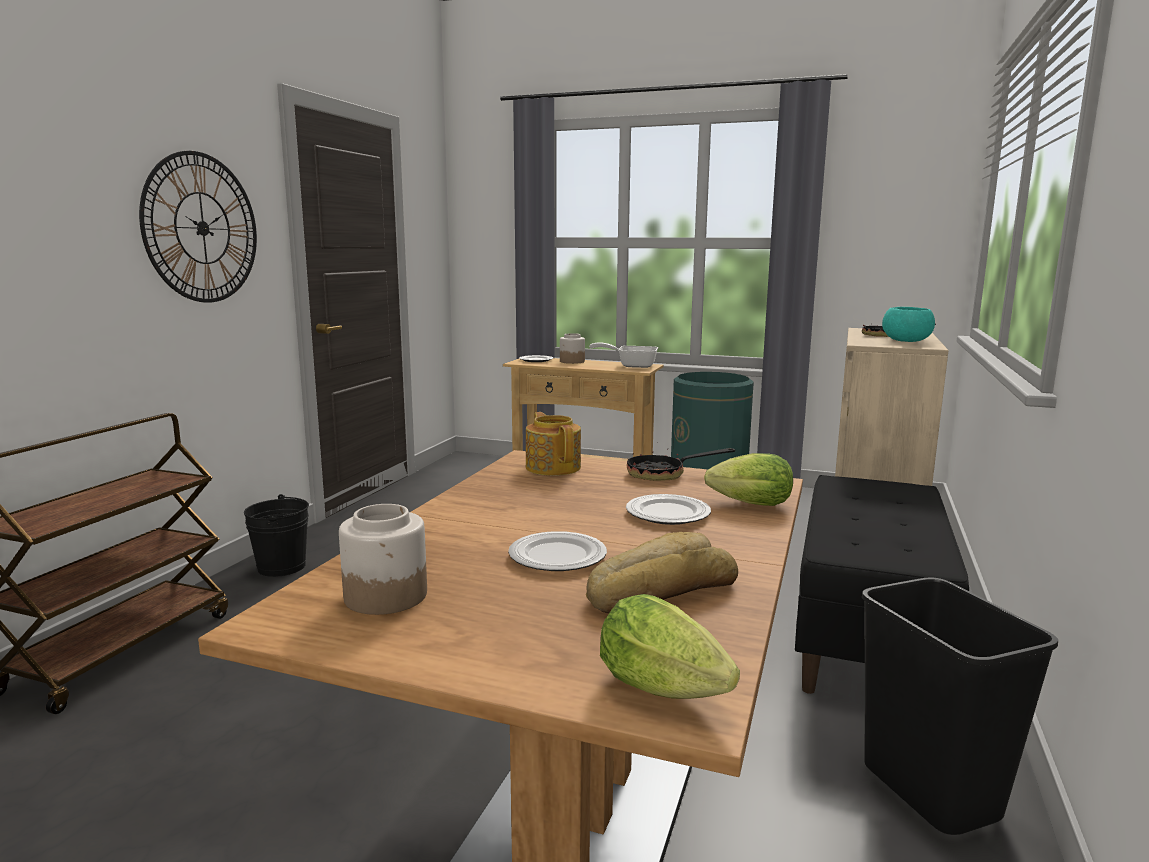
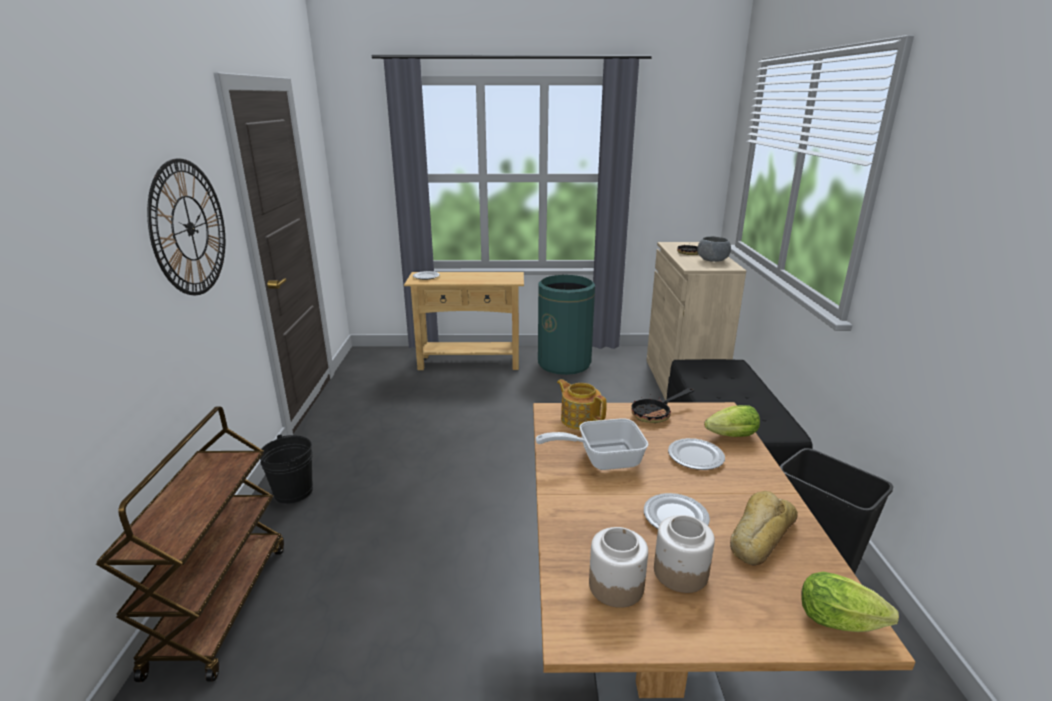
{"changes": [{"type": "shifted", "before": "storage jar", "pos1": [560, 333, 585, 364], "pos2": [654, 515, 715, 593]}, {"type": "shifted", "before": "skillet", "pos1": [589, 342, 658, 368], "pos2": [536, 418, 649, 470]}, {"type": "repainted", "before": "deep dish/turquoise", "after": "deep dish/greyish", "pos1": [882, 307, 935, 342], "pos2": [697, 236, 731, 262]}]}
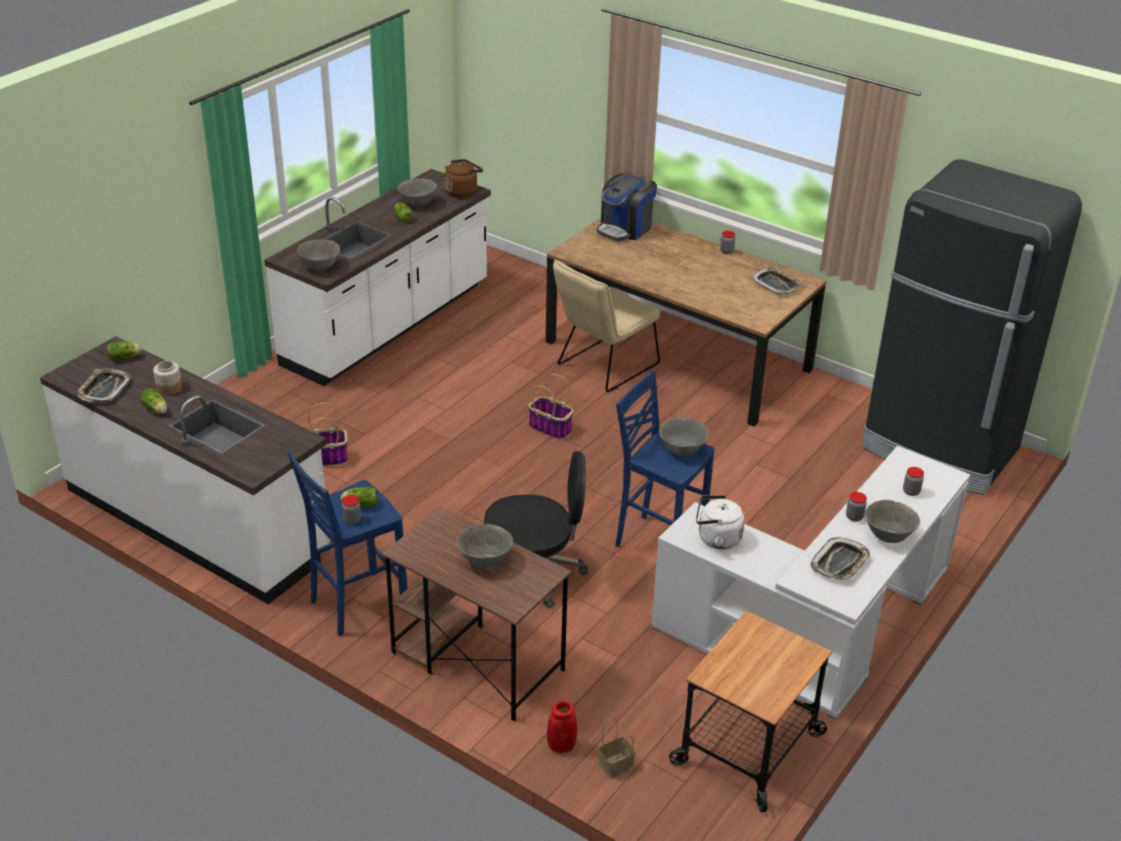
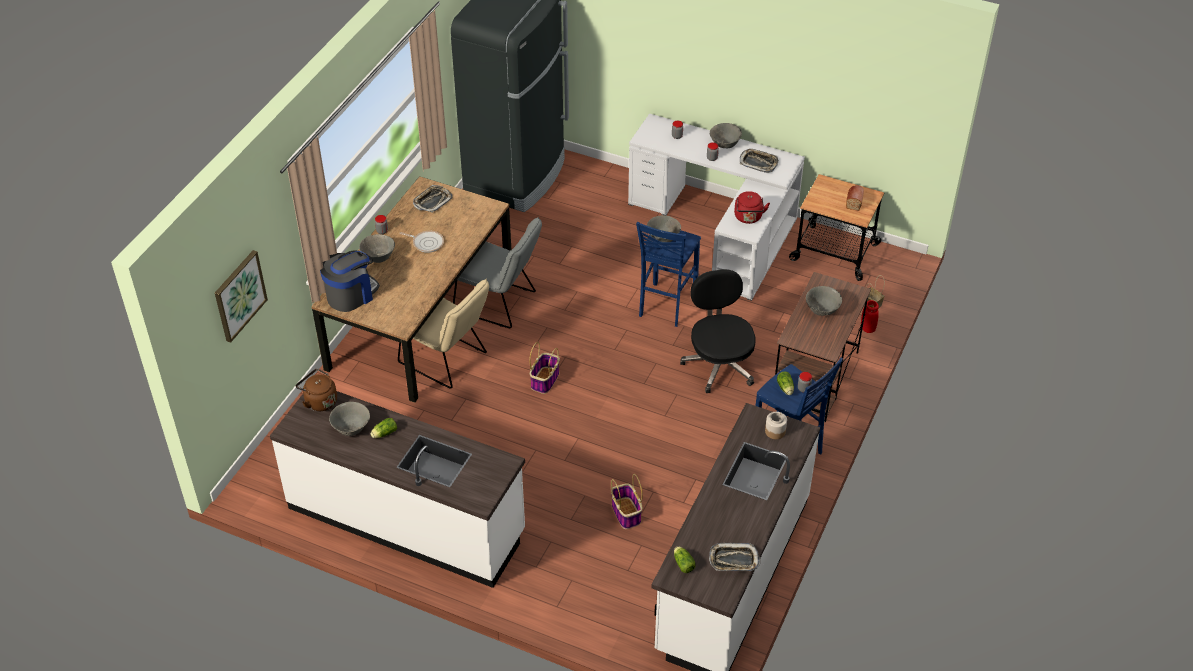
{"changes": [{"type": "gone", "before": "lettuce head", "pos1": [141, 389, 167, 414]}, {"type": "new", "after": "wall picture", "pos2": [215, 250, 268, 343]}, {"type": "new", "after": "skillet", "pos2": [399, 231, 444, 253]}, {"type": "new", "after": "upright chair/greyish", "pos2": [453, 217, 542, 328]}, {"type": "new", "after": "baked bread", "pos2": [846, 185, 864, 211]}, {"type": "shifted", "before": "storage jar", "pos1": [153, 361, 182, 395], "pos2": [765, 412, 787, 439]}, {"type": "shifted", "before": "deep dish/greyish", "pos1": [297, 239, 340, 271], "pos2": [359, 234, 395, 263]}, {"type": "repainted", "before": "tea kettle/white", "after": "tea kettle/reddish", "pos1": [696, 495, 745, 549], "pos2": [734, 191, 770, 224]}, {"type": "rotated", "before": "coffee machine", "pos1": [596, 173, 657, 241], "pos2": [320, 251, 380, 312], "turn": -75}]}
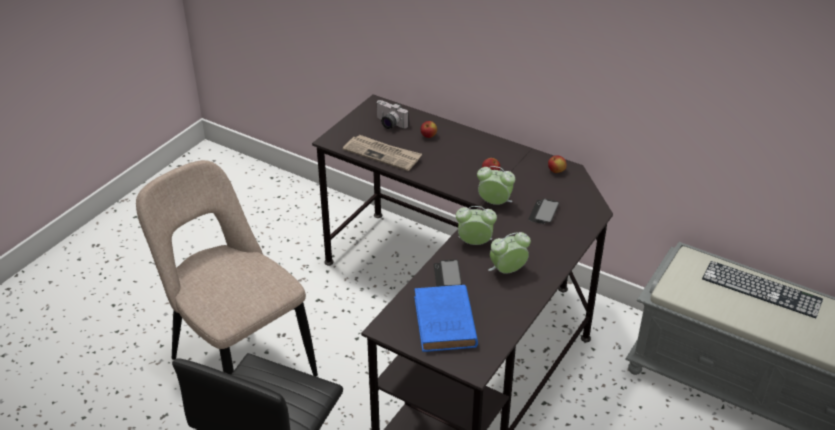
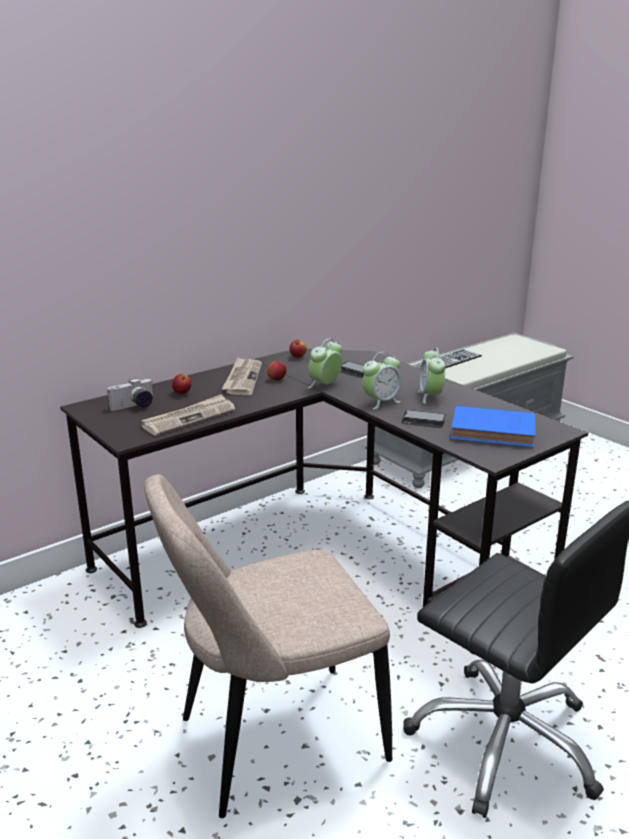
{"changes": [{"type": "new", "after": "daily paper", "pos2": [222, 357, 262, 395]}, {"type": "rotated", "before": "table clock", "pos1": [456, 206, 497, 245], "pos2": [363, 352, 401, 409], "turn": -150}]}
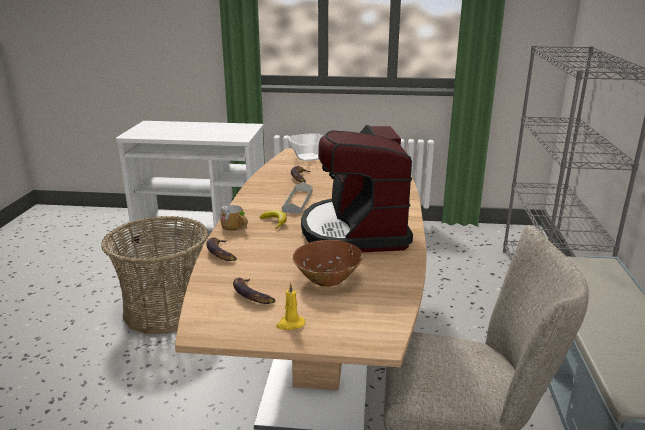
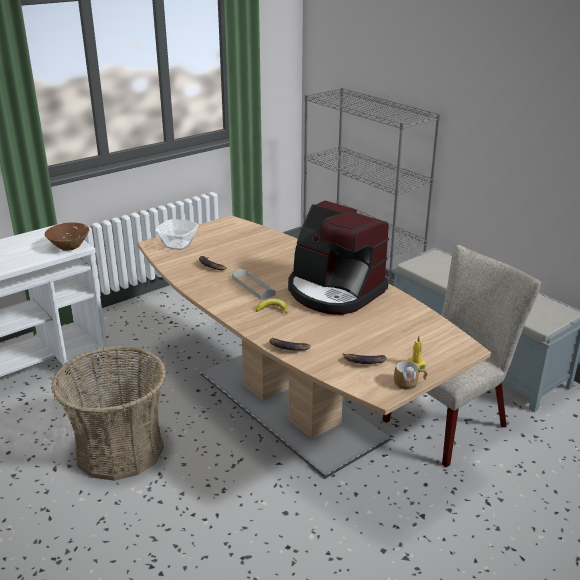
{"changes": [{"type": "shifted", "before": "tea mug", "pos1": [219, 205, 248, 231], "pos2": [394, 361, 428, 390]}, {"type": "shifted", "before": "deep dish/brown-coloured", "pos1": [293, 240, 363, 287], "pos2": [45, 222, 90, 251]}]}
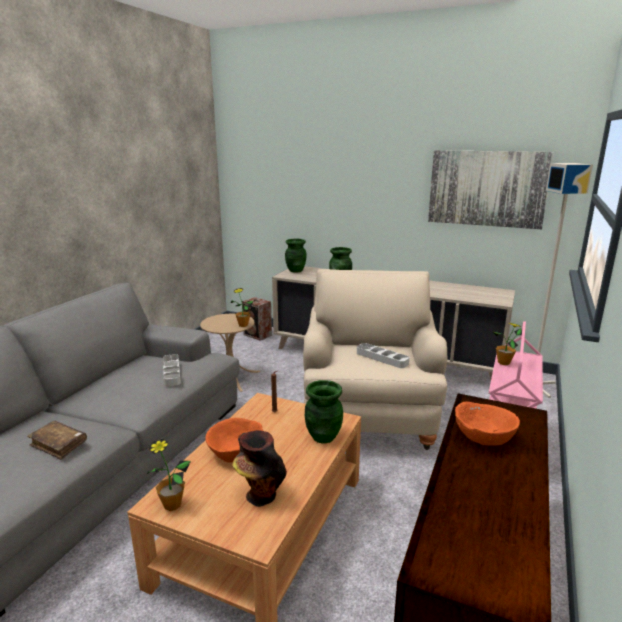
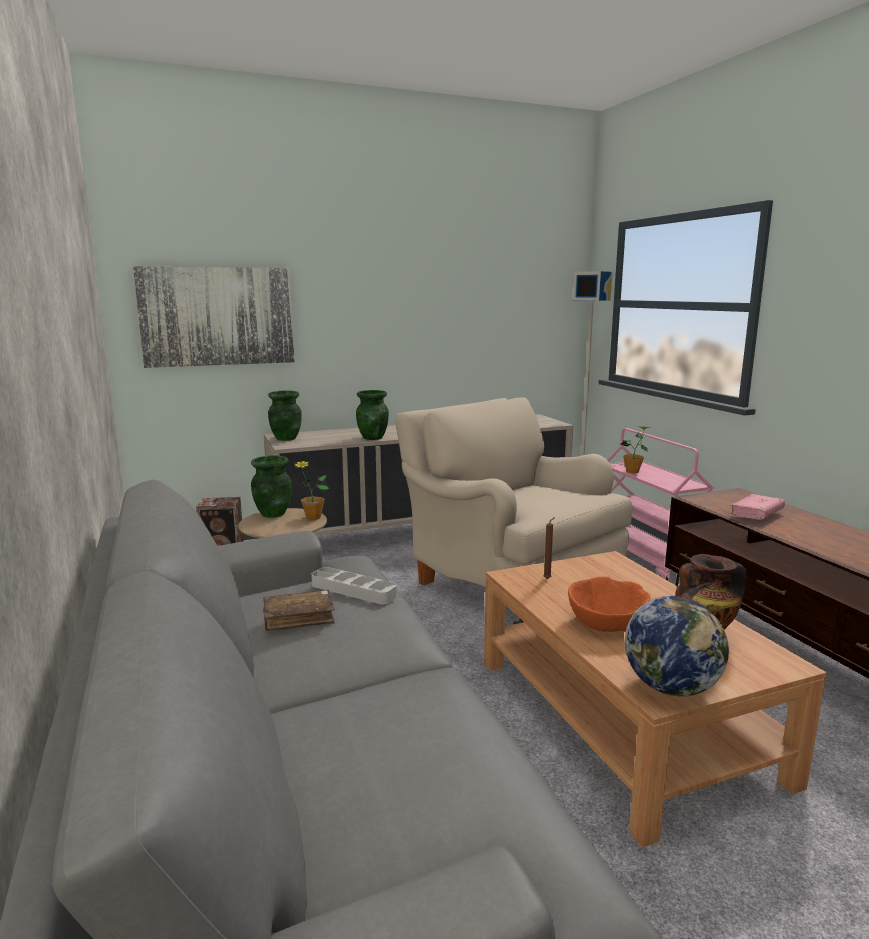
{"changes": [{"type": "gone", "before": "tray/greyish", "pos1": [357, 343, 409, 368]}, {"type": "shifted", "before": "bound book/brown-coloured", "pos1": [27, 421, 87, 460], "pos2": [263, 590, 335, 632]}, {"type": "shifted", "before": "vase/green", "pos1": [305, 380, 343, 443], "pos2": [251, 456, 292, 518]}, {"type": "shifted", "before": "wall picture", "pos1": [428, 150, 554, 229], "pos2": [133, 266, 295, 368]}, {"type": "swapped", "before": "houseplant", "after": "desk globe", "pos1": [147, 439, 191, 511], "pos2": [625, 596, 729, 697]}, {"type": "swapped", "before": "deep dish/orange", "after": "bound book/pinkish", "pos1": [455, 402, 520, 446], "pos2": [730, 494, 785, 520]}]}
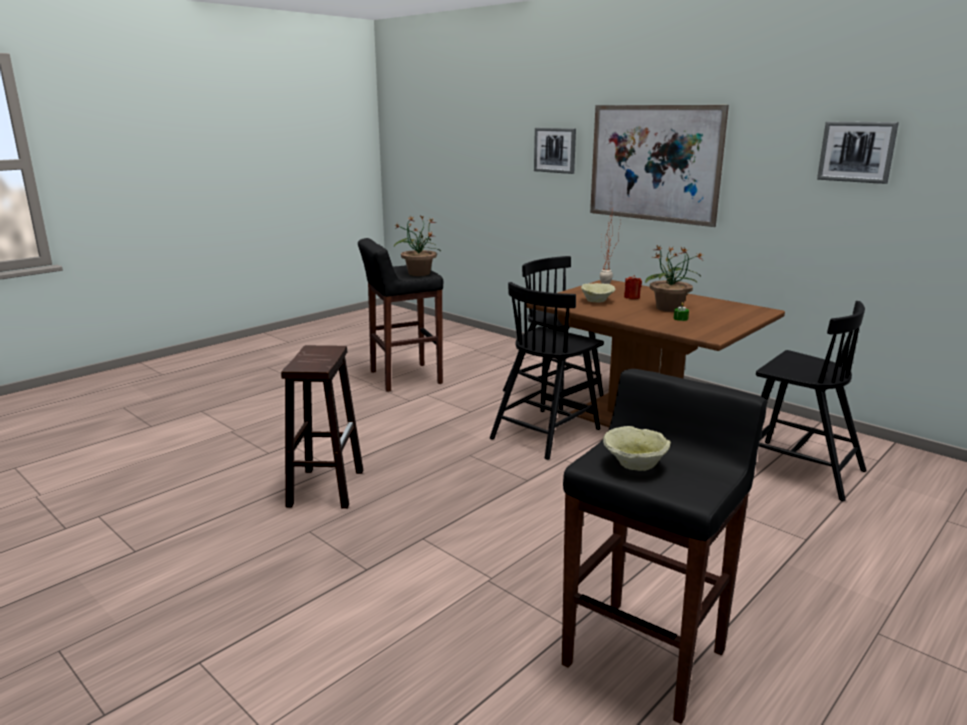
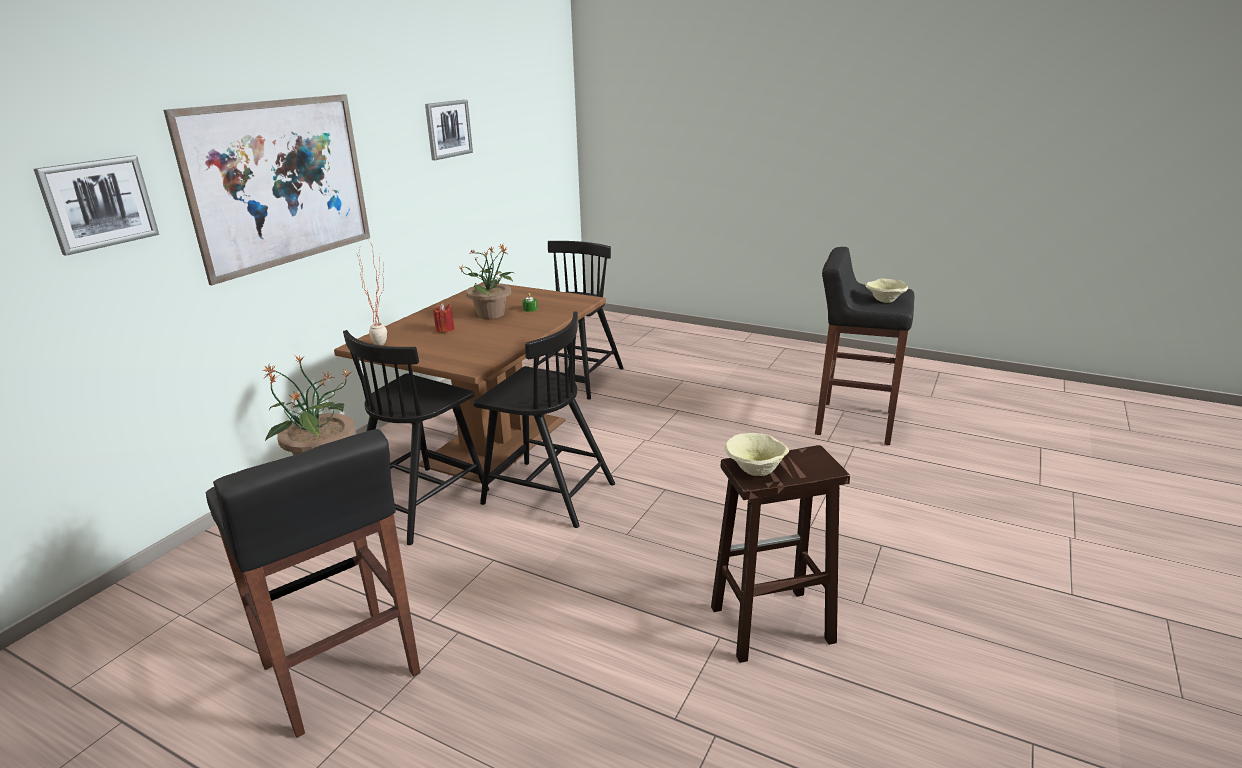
{"changes": [{"type": "shifted", "before": "deep dish/sand-coloured", "pos1": [581, 283, 616, 303], "pos2": [724, 433, 789, 476]}]}
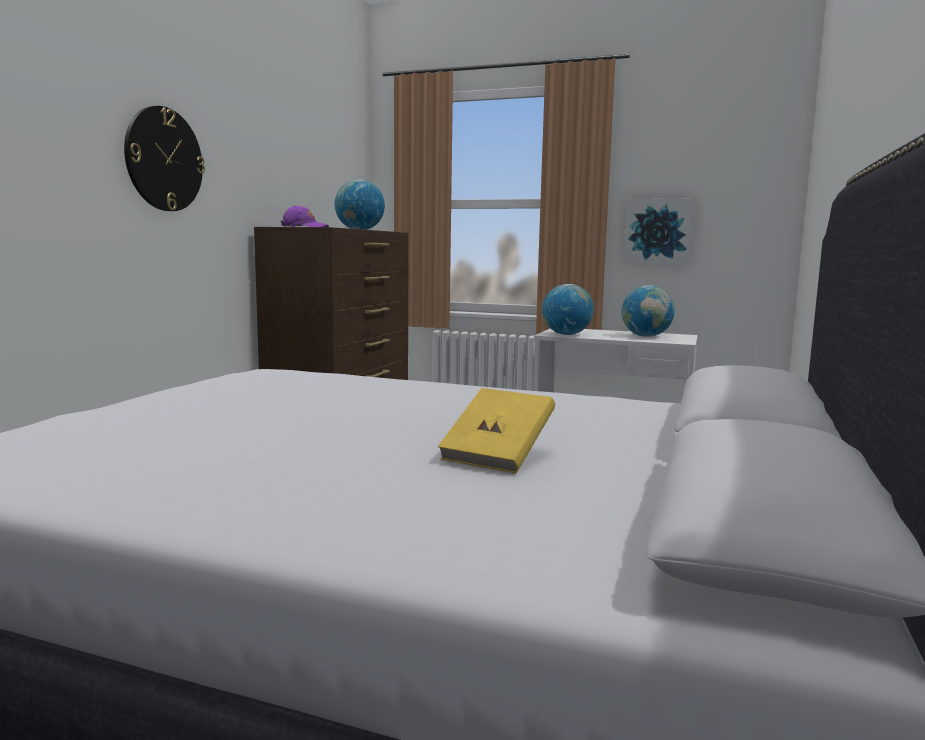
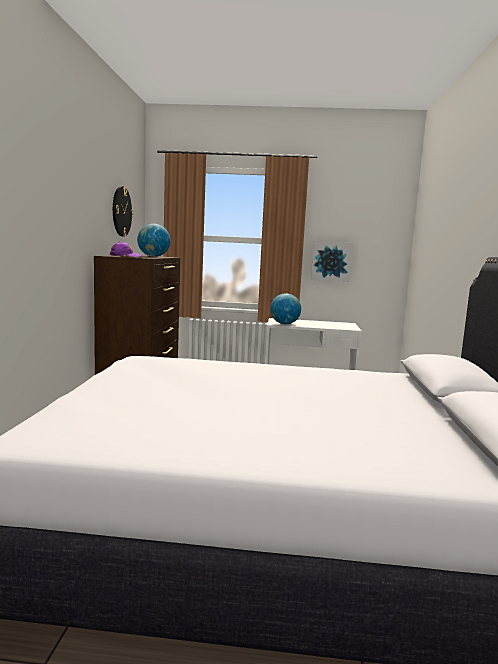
{"changes": [{"type": "gone", "before": "bound book/yellow-coloured", "pos1": [438, 388, 555, 474]}, {"type": "gone", "before": "desk globe", "pos1": [622, 285, 675, 337]}, {"type": "shifted", "before": "hanging clock", "pos1": [124, 106, 205, 211], "pos2": [113, 186, 134, 237]}]}
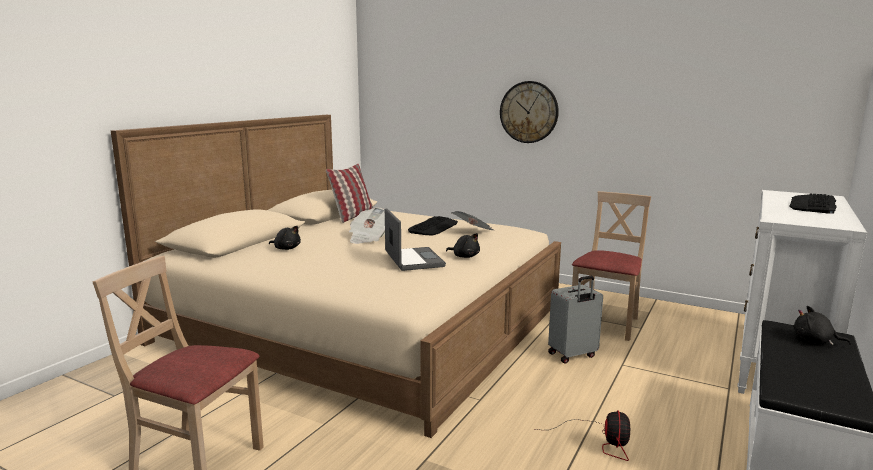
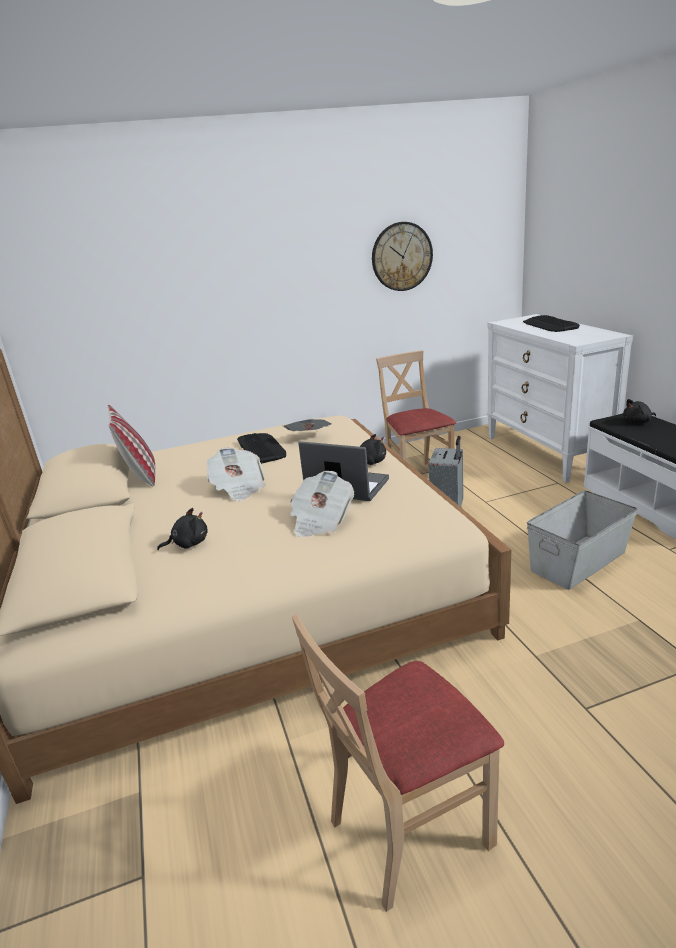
{"changes": [{"type": "new", "after": "daily paper", "pos2": [290, 471, 354, 537]}, {"type": "shifted", "before": "hanging clock", "pos1": [500, 81, 559, 143], "pos2": [372, 222, 433, 291]}, {"type": "swapped", "before": "fan", "after": "storage box/greyish", "pos1": [536, 410, 630, 461], "pos2": [527, 490, 638, 590]}]}
